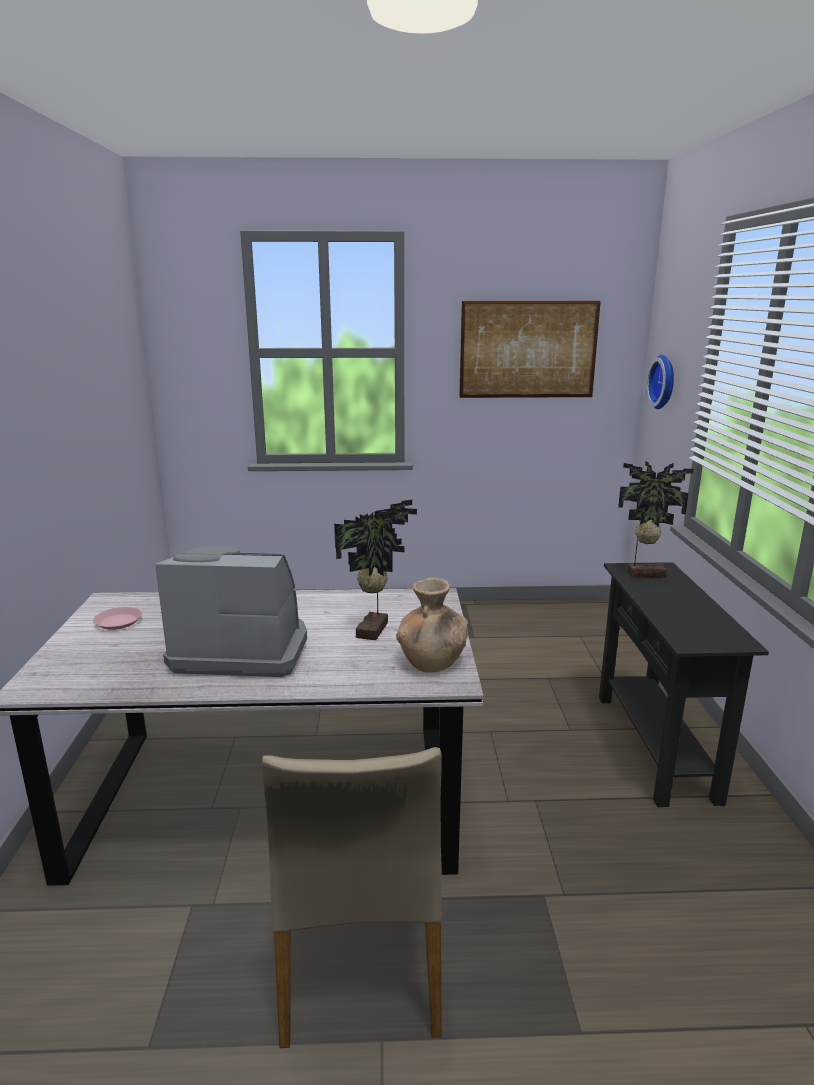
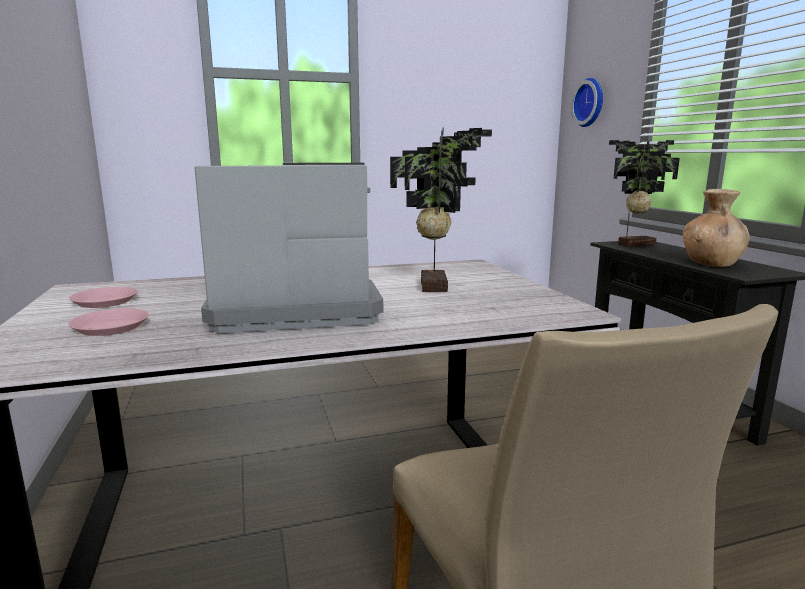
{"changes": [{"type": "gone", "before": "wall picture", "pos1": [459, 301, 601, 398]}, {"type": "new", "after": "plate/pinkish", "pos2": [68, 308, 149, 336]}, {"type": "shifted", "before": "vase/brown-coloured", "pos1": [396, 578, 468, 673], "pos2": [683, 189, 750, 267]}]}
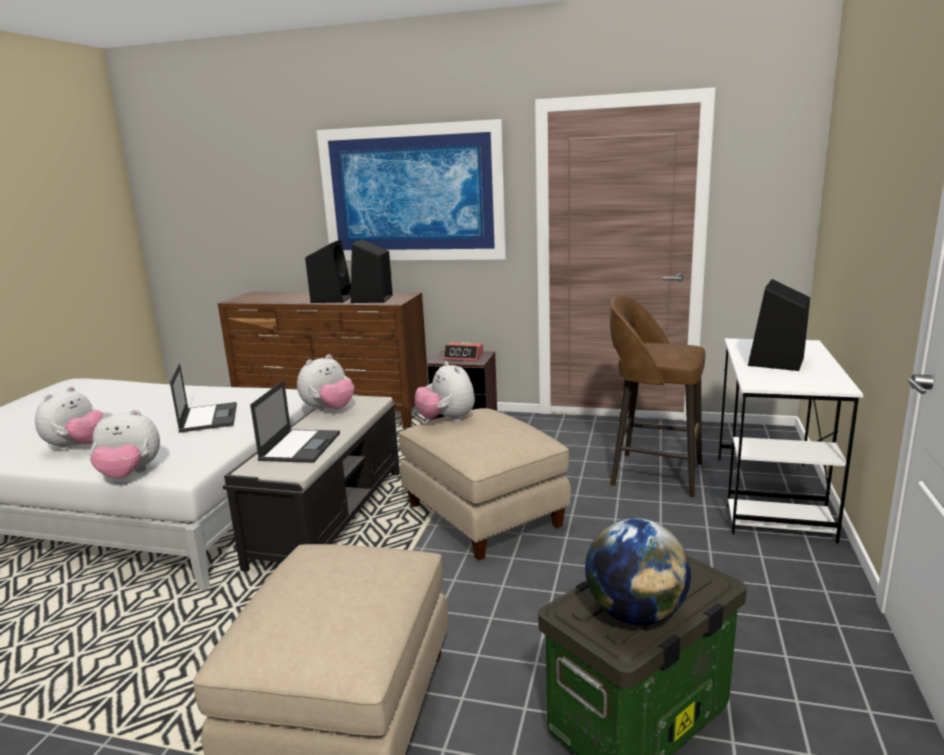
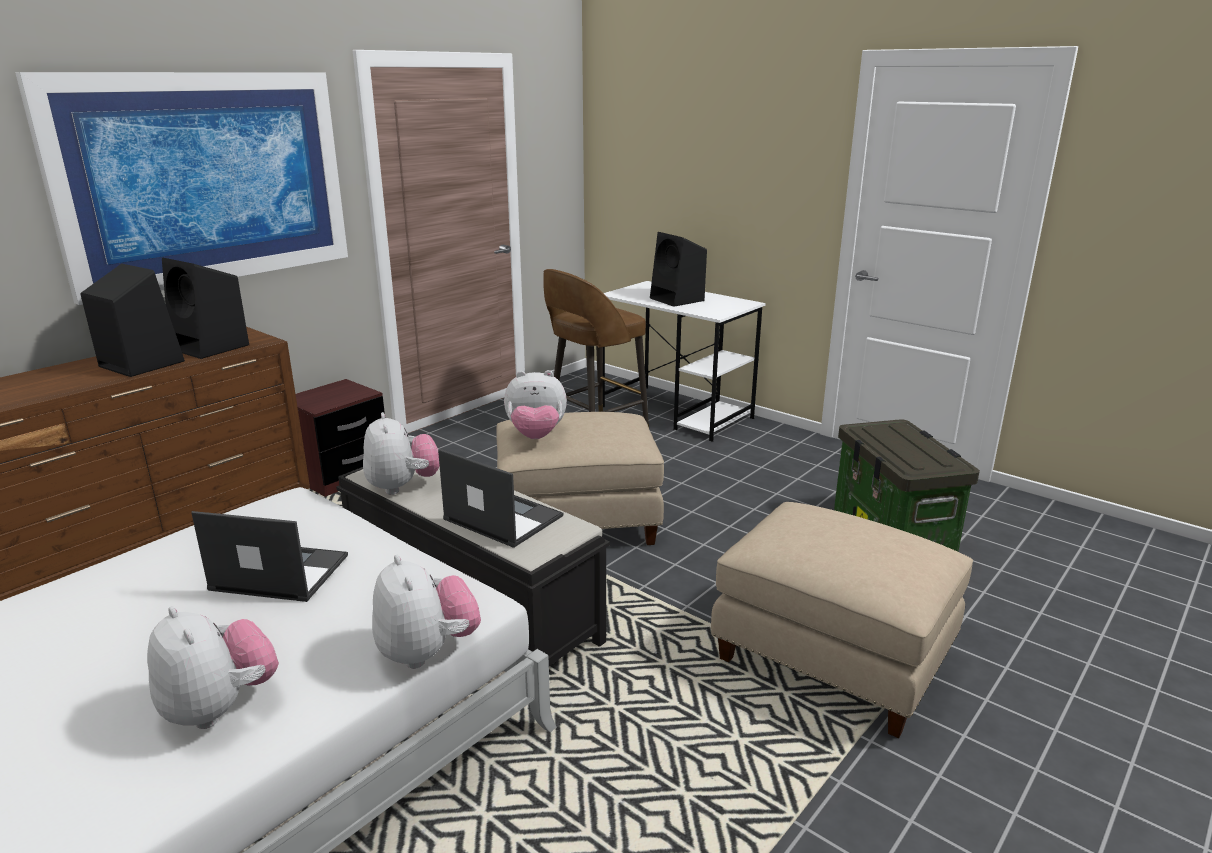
{"changes": [{"type": "gone", "before": "table clock", "pos1": [443, 342, 483, 361]}, {"type": "gone", "before": "desk globe", "pos1": [585, 518, 691, 625]}, {"type": "rotated", "before": "soft toy", "pos1": [90, 409, 160, 479], "pos2": [372, 555, 481, 669], "turn": -45}]}
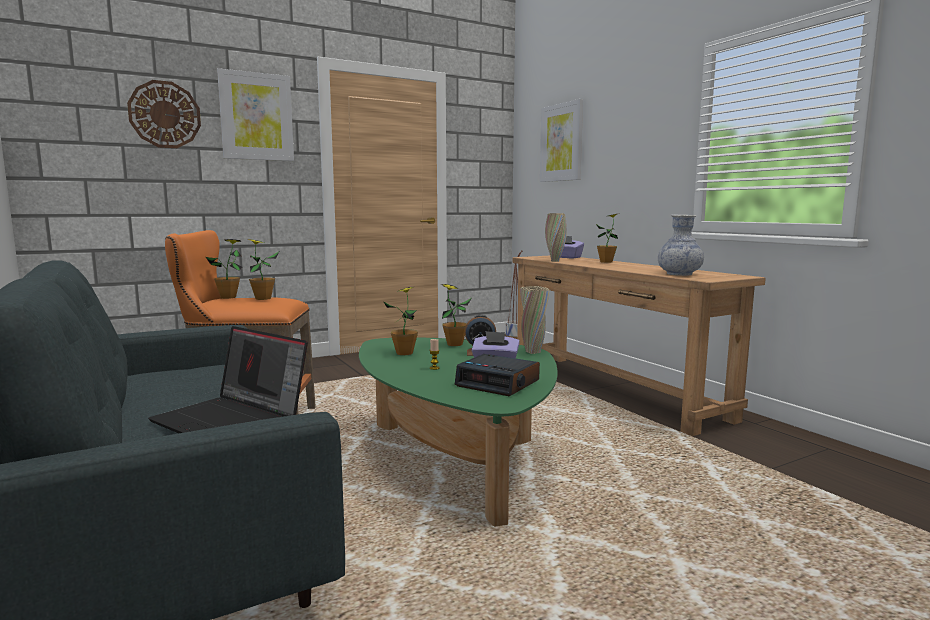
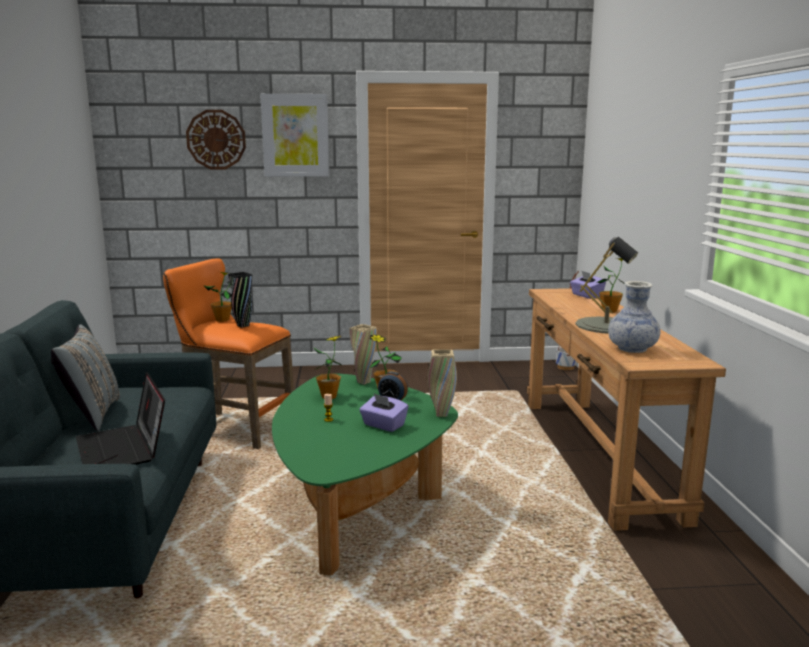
{"changes": [{"type": "gone", "before": "table clock", "pos1": [455, 354, 540, 396]}, {"type": "gone", "before": "wall picture", "pos1": [540, 99, 583, 182]}, {"type": "new", "after": "pillow/greyish", "pos2": [51, 324, 120, 431]}, {"type": "new", "after": "lamp for a table/greyish", "pos2": [576, 237, 638, 333]}, {"type": "shifted", "before": "vase/sand-coloured", "pos1": [545, 213, 567, 262], "pos2": [349, 324, 377, 385]}, {"type": "swapped", "before": "houseplant", "after": "vase/black", "pos1": [248, 239, 279, 300], "pos2": [228, 272, 252, 328]}]}
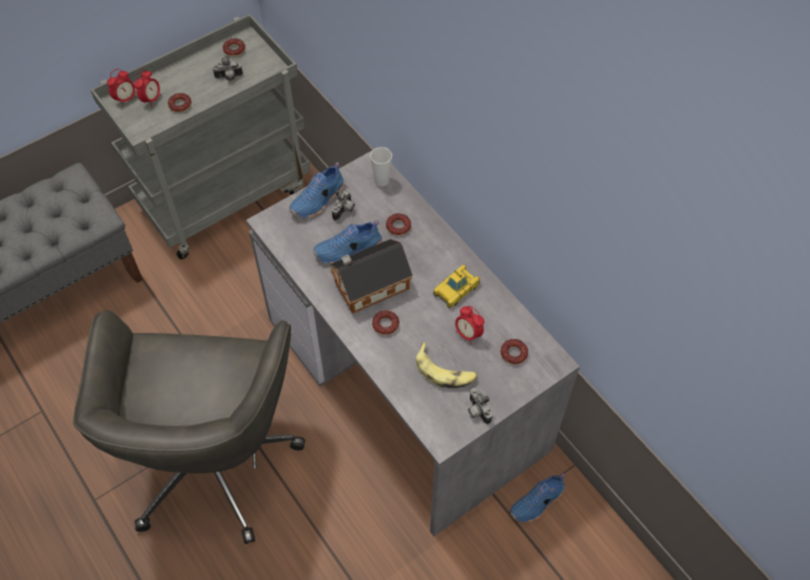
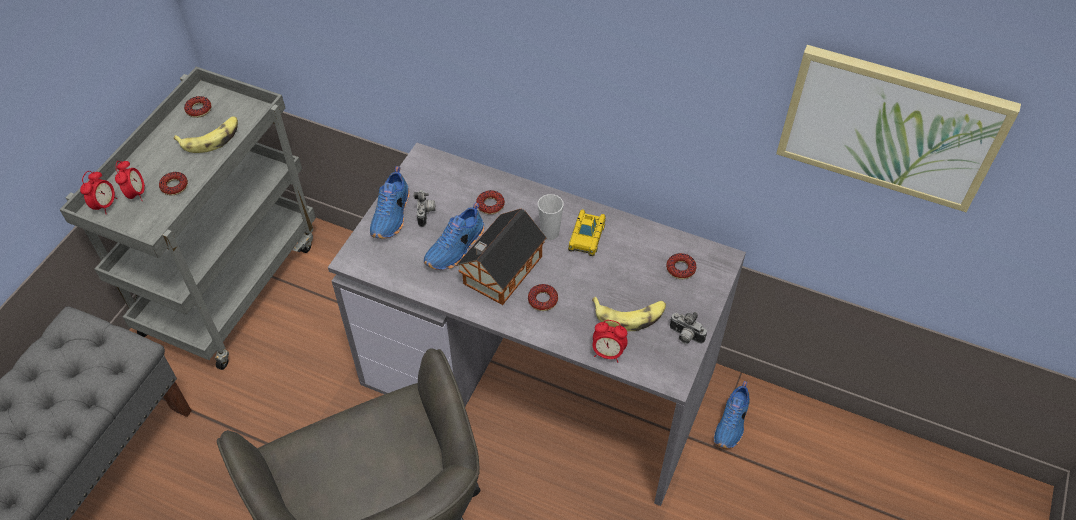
{"changes": [{"type": "new", "after": "wall picture", "pos2": [776, 45, 1021, 212]}, {"type": "shifted", "before": "cup", "pos1": [370, 147, 392, 186], "pos2": [538, 194, 564, 240]}, {"type": "shifted", "before": "table clock", "pos1": [455, 306, 484, 345], "pos2": [593, 320, 628, 362]}, {"type": "swapped", "before": "photo camera", "after": "banana fruit", "pos1": [213, 55, 243, 81], "pos2": [174, 116, 238, 153]}]}
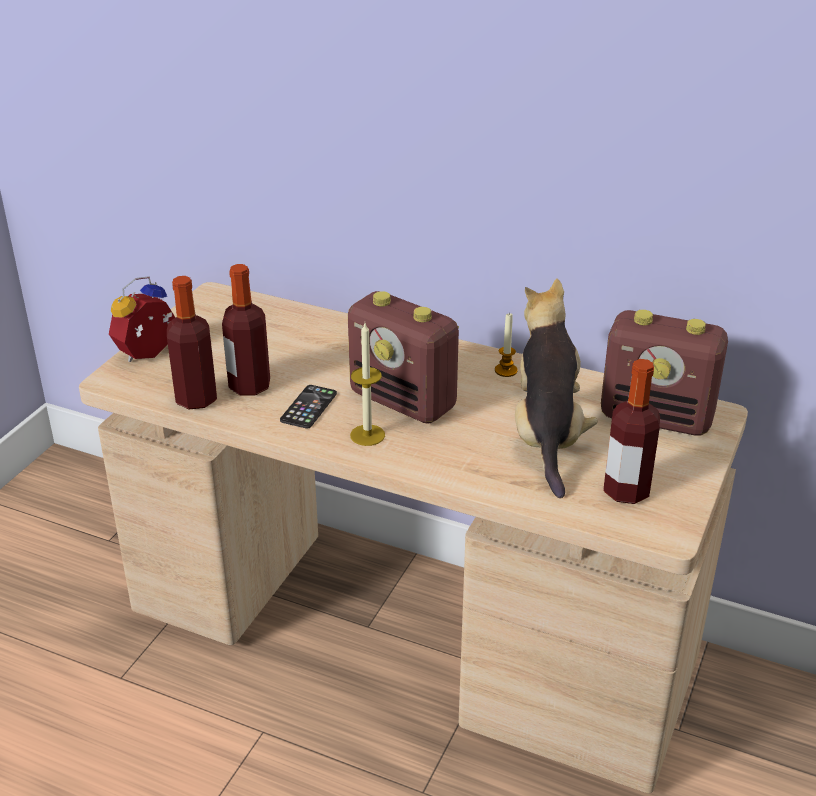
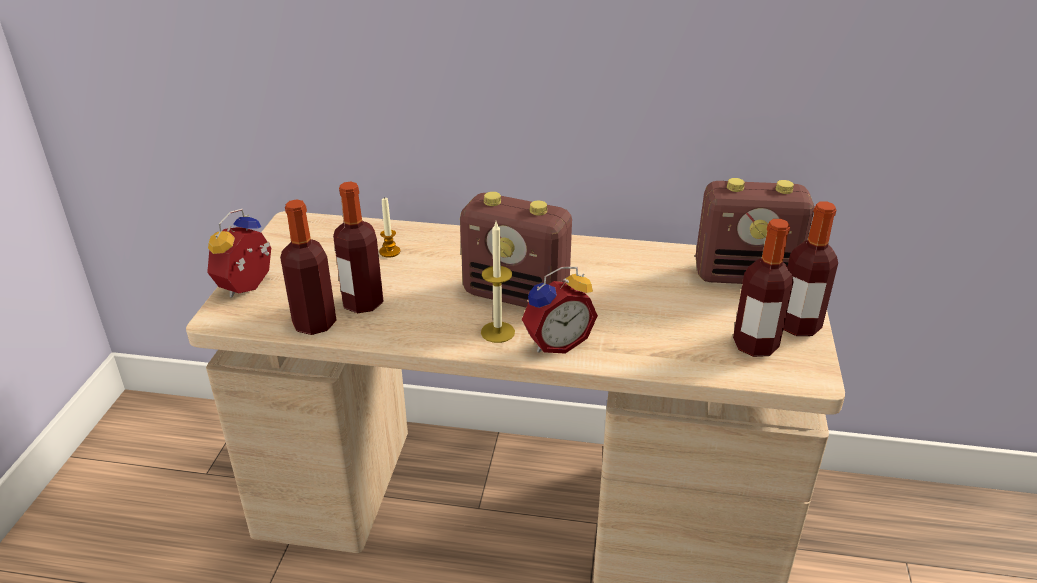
{"changes": [{"type": "gone", "before": "telephone", "pos1": [280, 385, 337, 429]}, {"type": "gone", "before": "soft toy", "pos1": [515, 278, 598, 498]}, {"type": "new", "after": "table clock", "pos2": [522, 267, 598, 354]}, {"type": "new", "after": "beverage bottle", "pos2": [783, 202, 838, 336]}, {"type": "shifted", "before": "wax candle", "pos1": [495, 313, 518, 377], "pos2": [379, 197, 400, 258]}]}
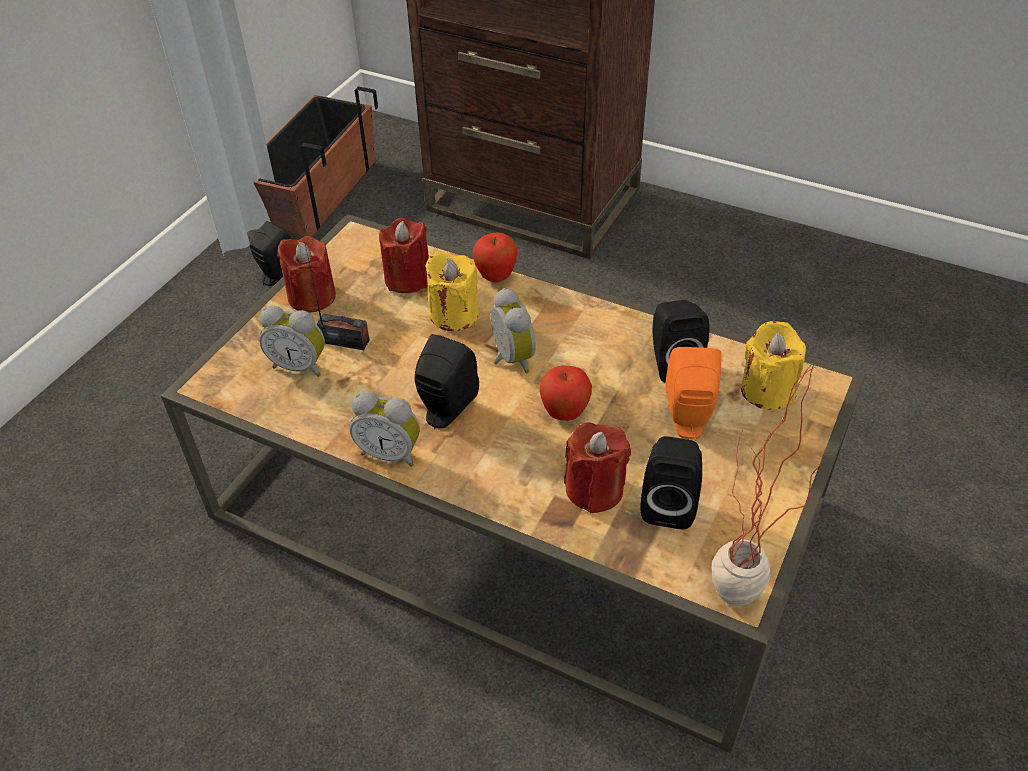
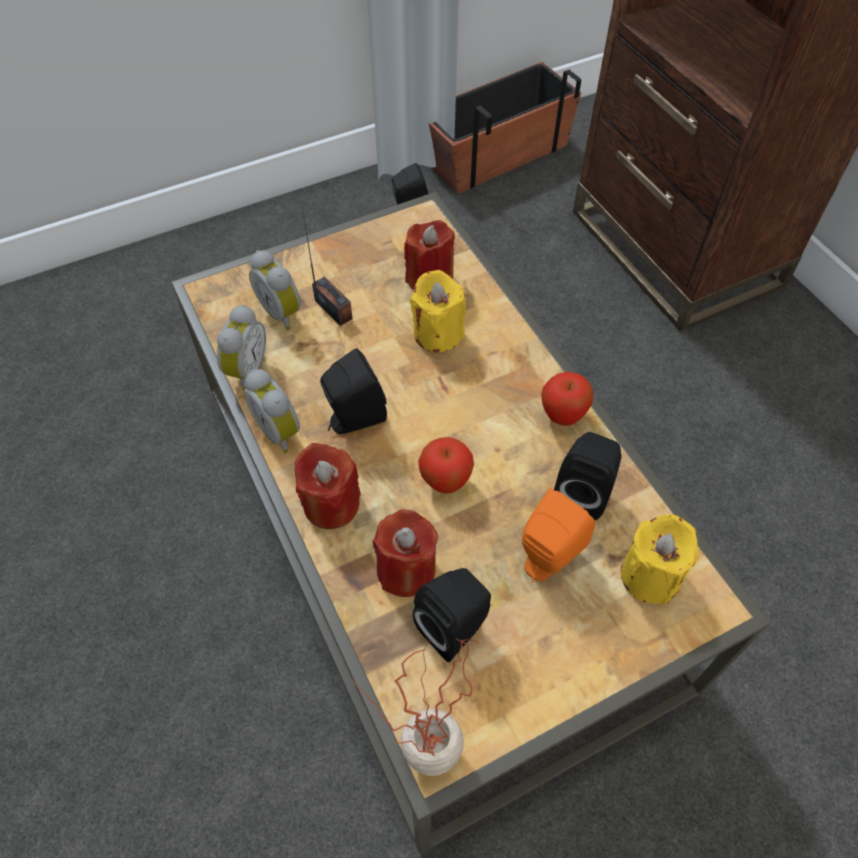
{"changes": [{"type": "shifted", "before": "wax candle/reddish", "pos1": [277, 236, 336, 312], "pos2": [295, 443, 361, 529]}, {"type": "shifted", "before": "apple fruit", "pos1": [473, 232, 517, 283], "pos2": [541, 372, 594, 426]}, {"type": "shifted", "before": "table clock", "pos1": [490, 288, 536, 373], "pos2": [217, 305, 266, 391]}]}
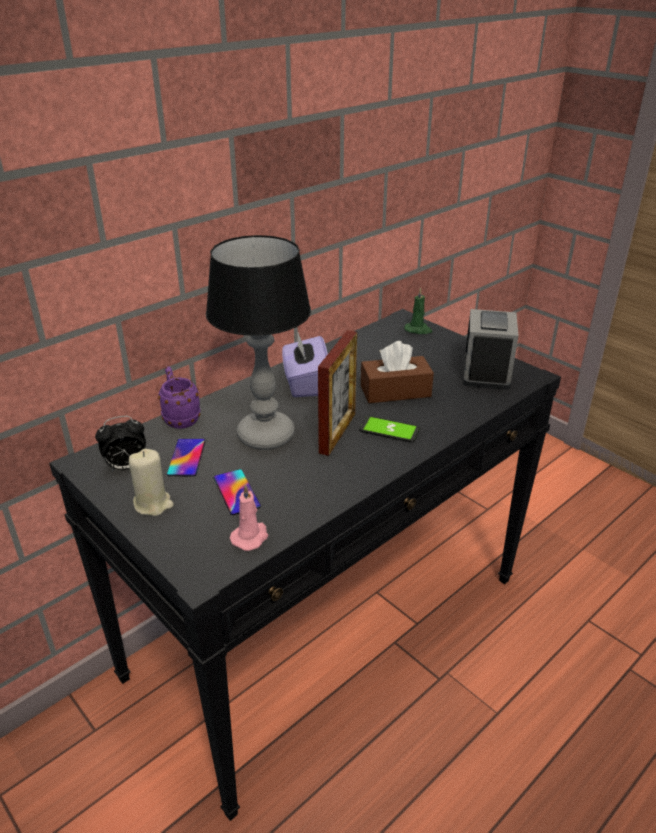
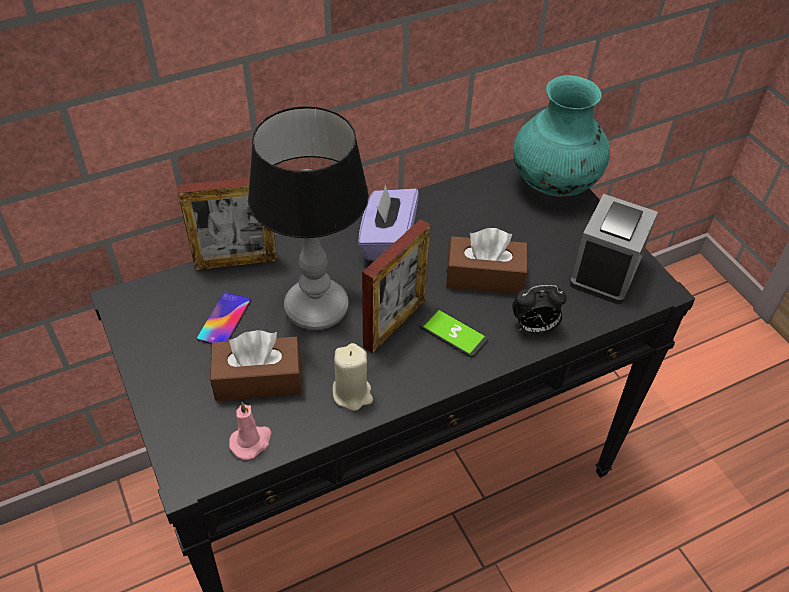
{"changes": [{"type": "shifted", "before": "table clock", "pos1": [95, 416, 146, 472], "pos2": [512, 285, 567, 334]}, {"type": "shifted", "before": "wax candle/sand-coloured", "pos1": [129, 449, 174, 516], "pos2": [333, 343, 373, 411]}, {"type": "swapped", "before": "tea mug/purple-coloured", "after": "picture frame", "pos1": [158, 367, 200, 429], "pos2": [178, 177, 277, 271]}, {"type": "swapped", "before": "telephone", "after": "tissue box/brown-coloured", "pos1": [214, 469, 261, 515], "pos2": [210, 330, 302, 401]}, {"type": "swapped", "before": "wax candle/green", "after": "vase/turquoise", "pos1": [404, 288, 432, 334], "pos2": [513, 75, 610, 196]}]}
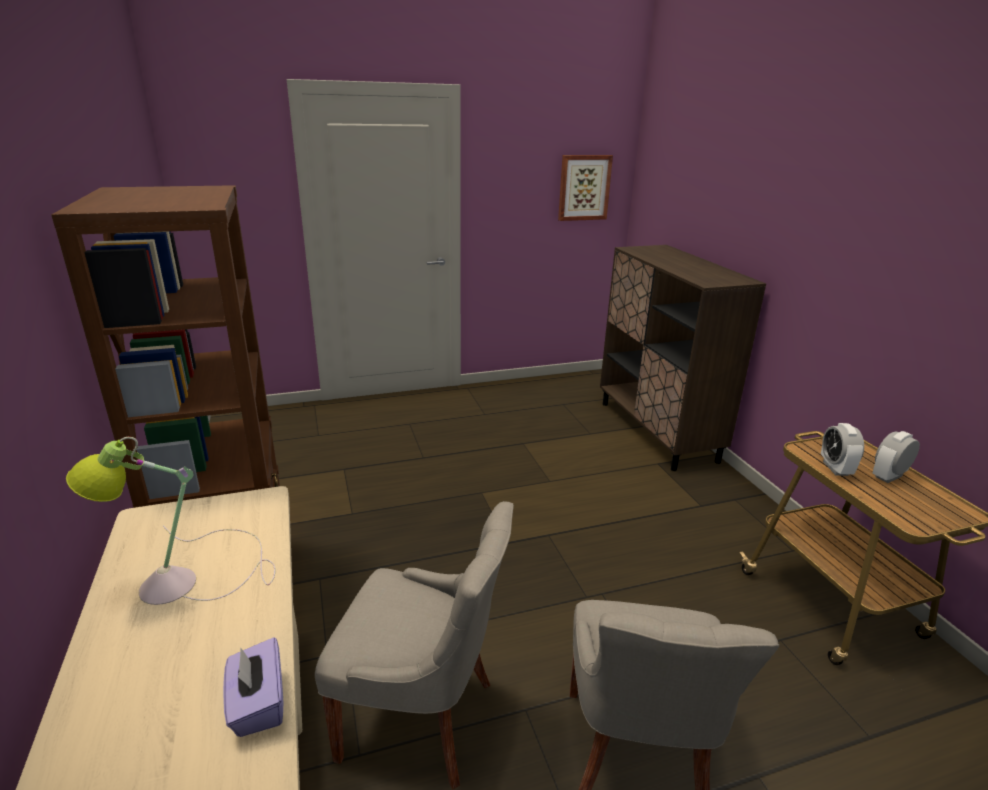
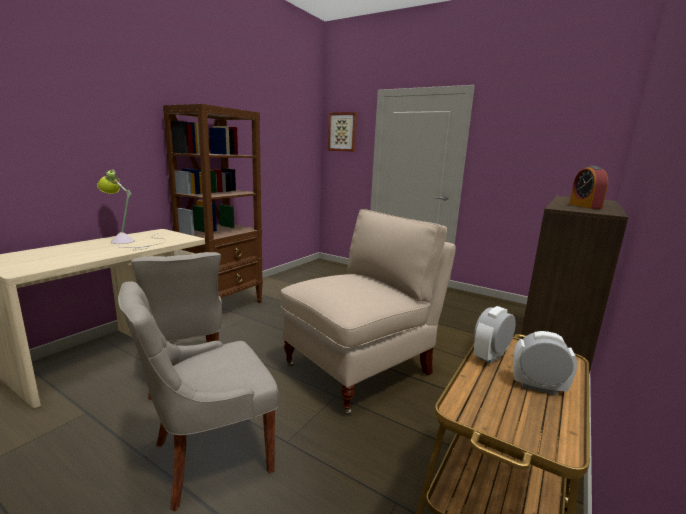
{"changes": [{"type": "gone", "before": "tissue box/purple-coloured", "pos1": [223, 637, 283, 737]}, {"type": "new", "after": "upright chair/sand-coloured", "pos2": [281, 209, 456, 415]}, {"type": "new", "after": "table clock", "pos2": [569, 166, 608, 209]}, {"type": "shifted", "before": "wall picture", "pos1": [558, 155, 613, 221], "pos2": [328, 112, 357, 152]}]}
